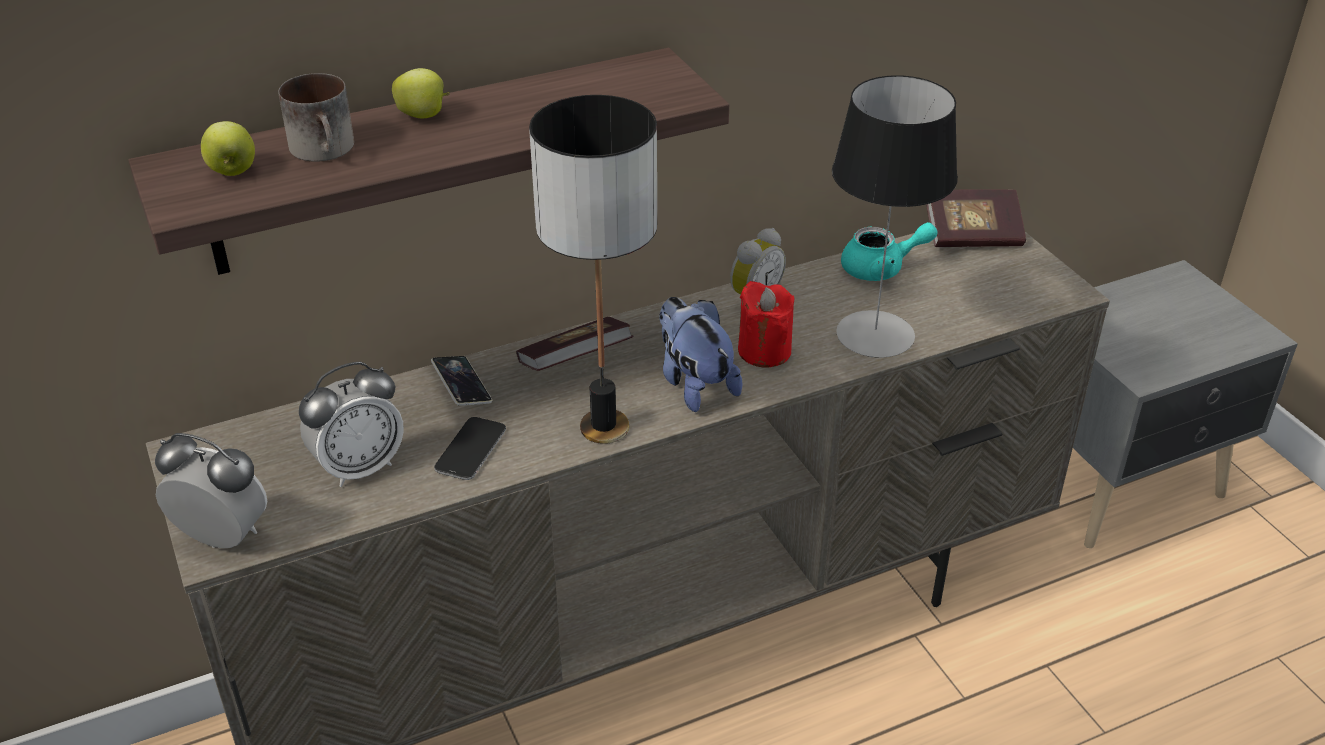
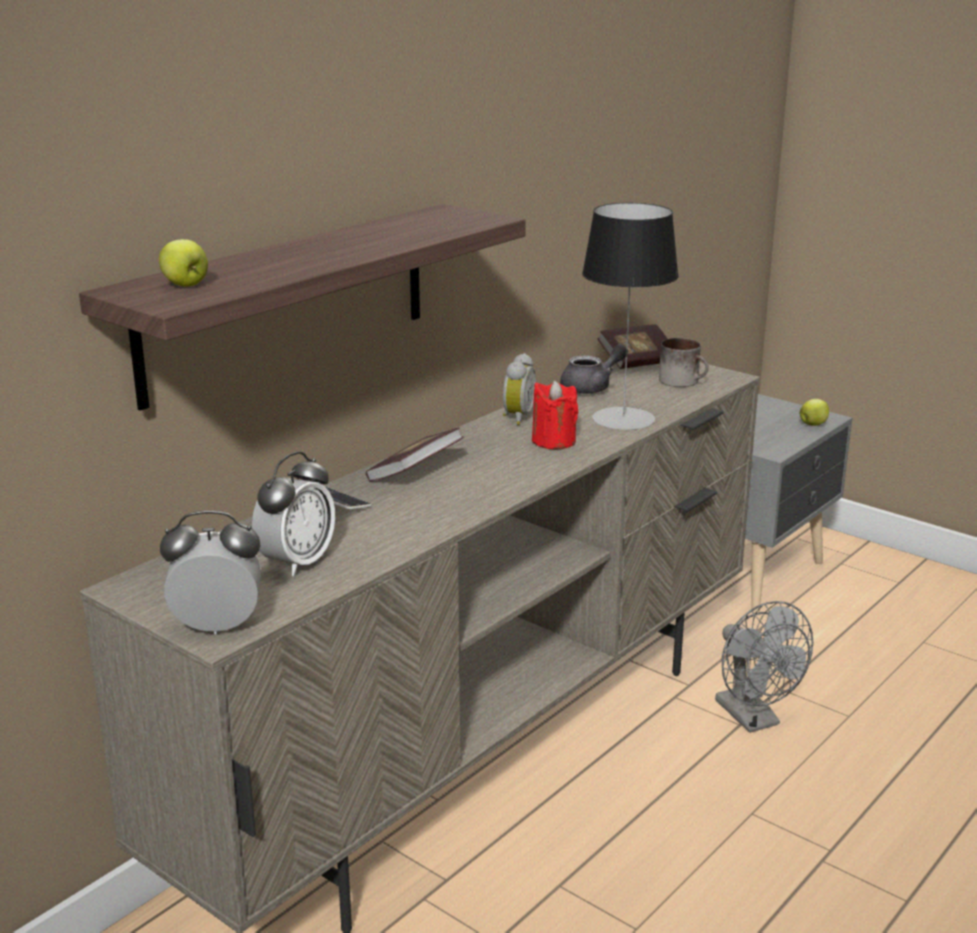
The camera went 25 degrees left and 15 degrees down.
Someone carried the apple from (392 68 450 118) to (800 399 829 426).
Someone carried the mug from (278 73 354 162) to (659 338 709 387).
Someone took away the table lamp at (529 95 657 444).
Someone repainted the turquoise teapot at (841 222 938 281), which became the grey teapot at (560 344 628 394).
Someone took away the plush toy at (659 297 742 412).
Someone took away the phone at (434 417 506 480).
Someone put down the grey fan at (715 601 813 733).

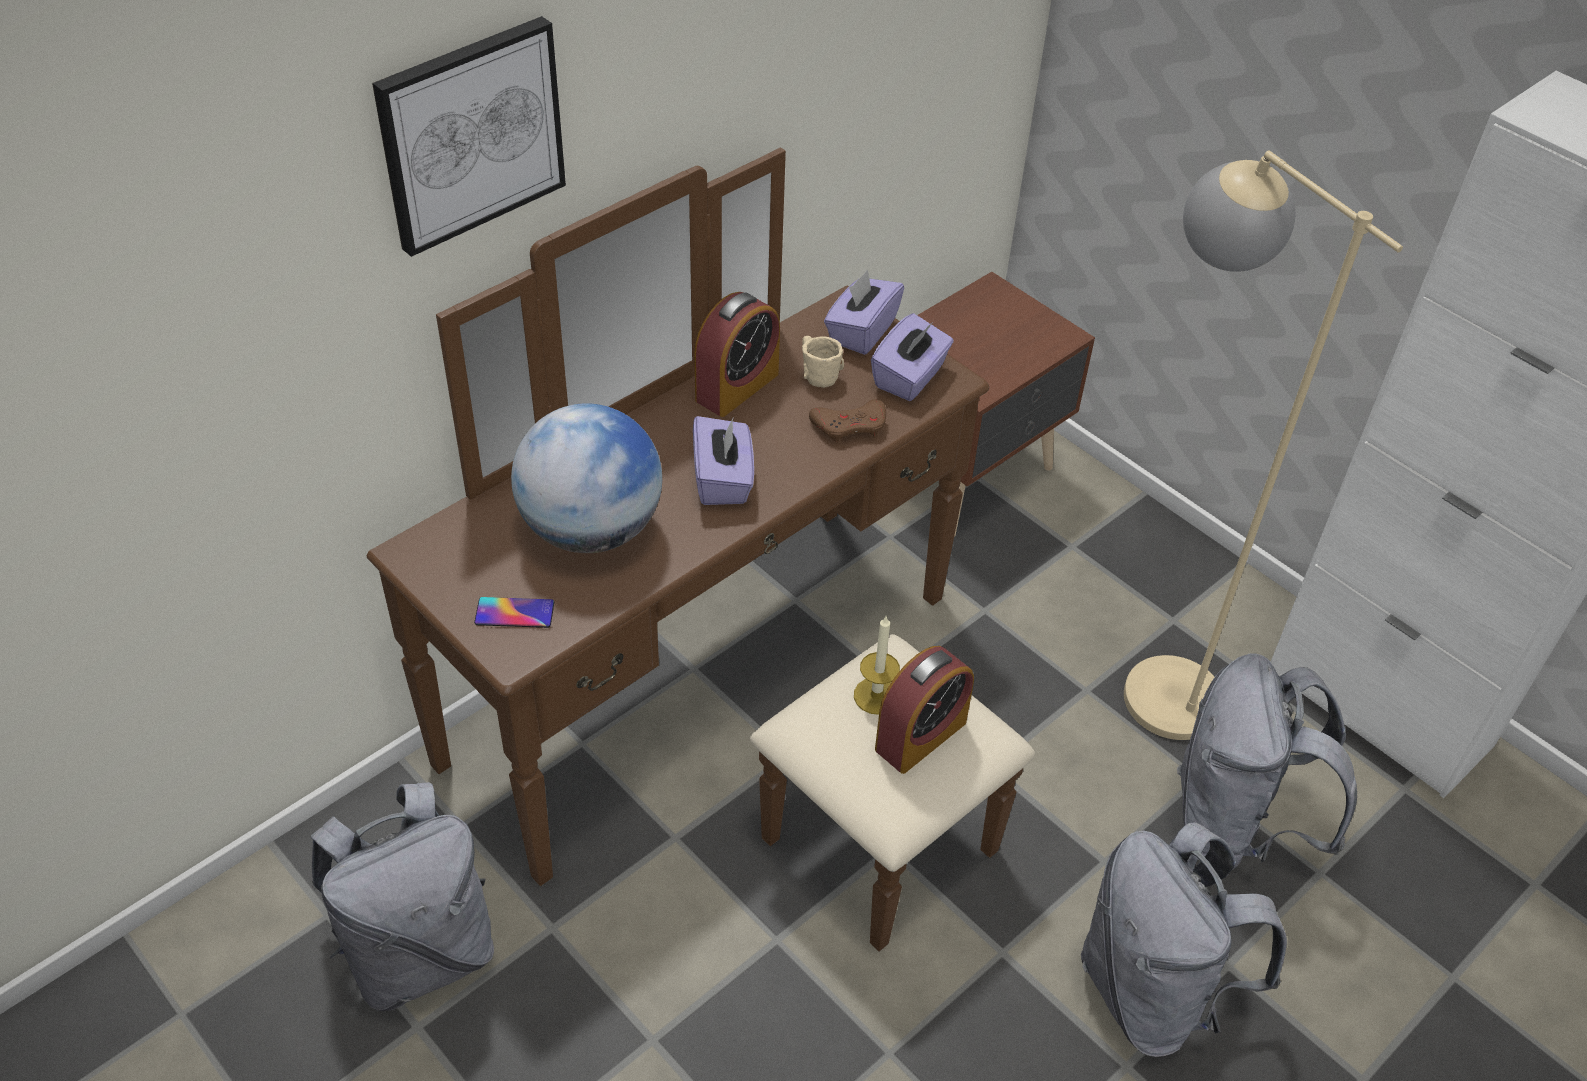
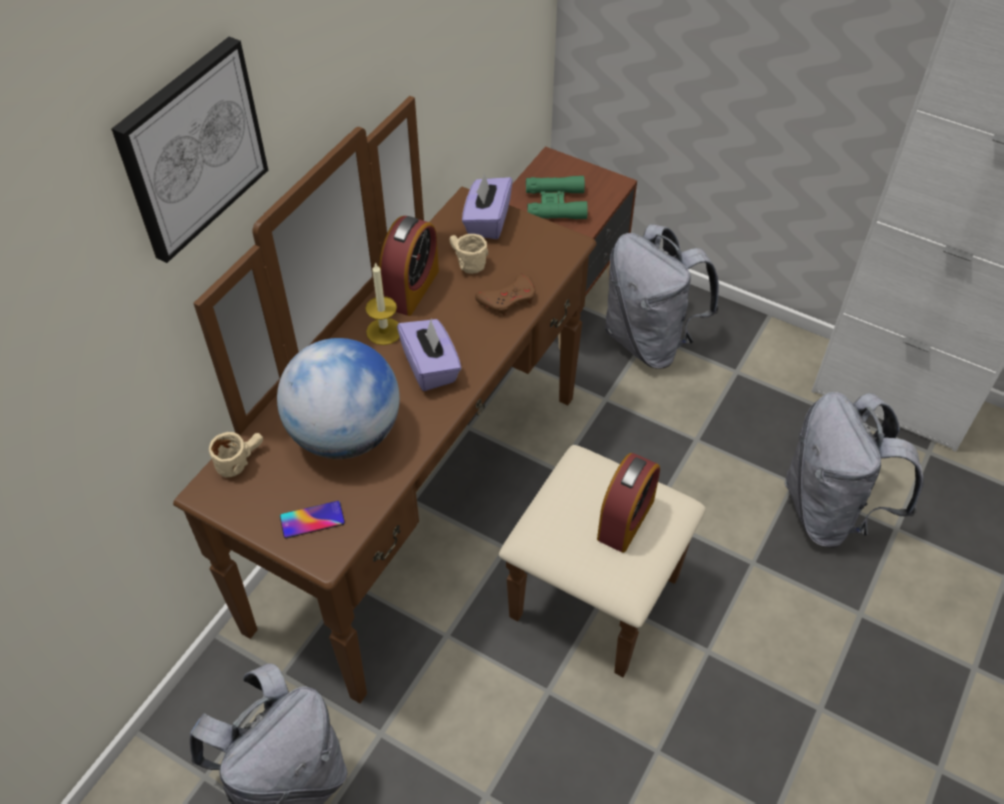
The camera went 15 degrees left and 5 degrees up.
Someone took away the beige floor lamp at (1124 150 1403 740).
Someone took away the purple tissue box at (871 313 954 401).
Someone carried the candle from (854 616 900 715) to (366 262 400 345).
Someone carried the grey backpack from (1081 822 1287 1057) to (605 224 719 369).
Someone put down the green binoculars at (526 176 588 219).
Someone put down the beige mug at (209 432 263 477).

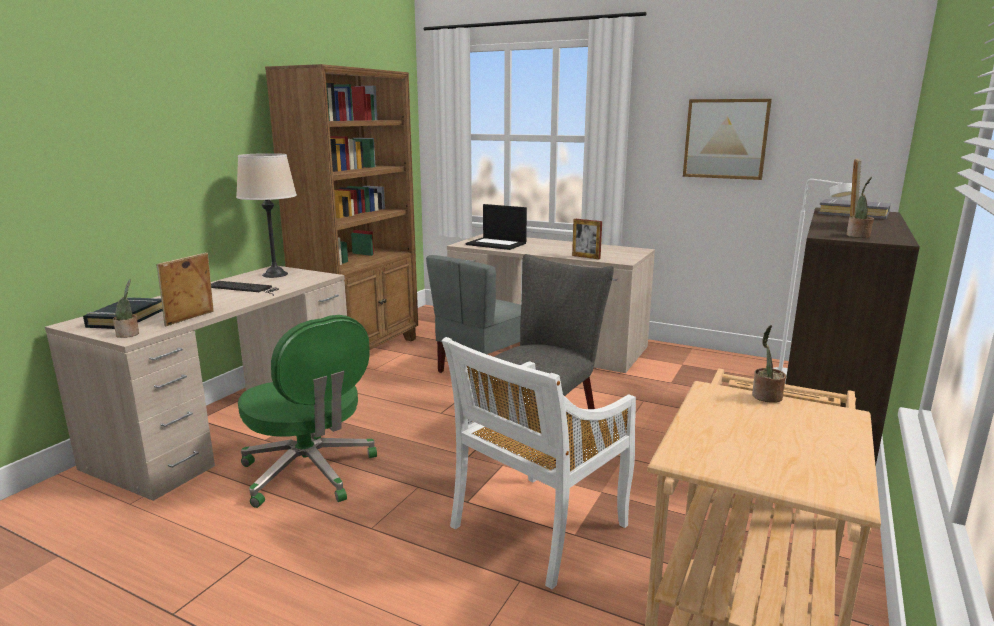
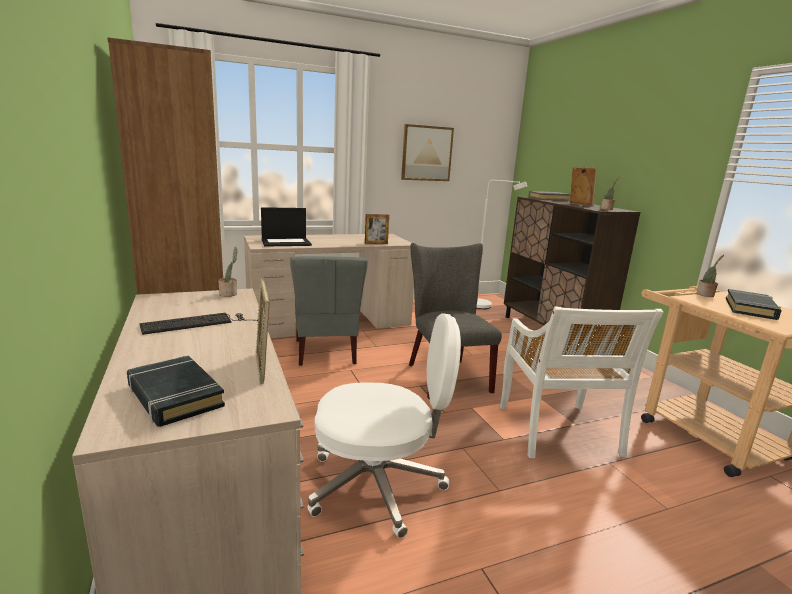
The camera went 50 degrees left and 0 degrees up.
Someone took away the beige table lamp at (236 153 297 278).
Someone carried the potted plant from (113 279 139 338) to (218 247 237 297).
Someone repainted the green office chair at (238 315 377 508), which became the white office chair at (308 313 461 538).
Someone put down the black book at (725 289 782 320).

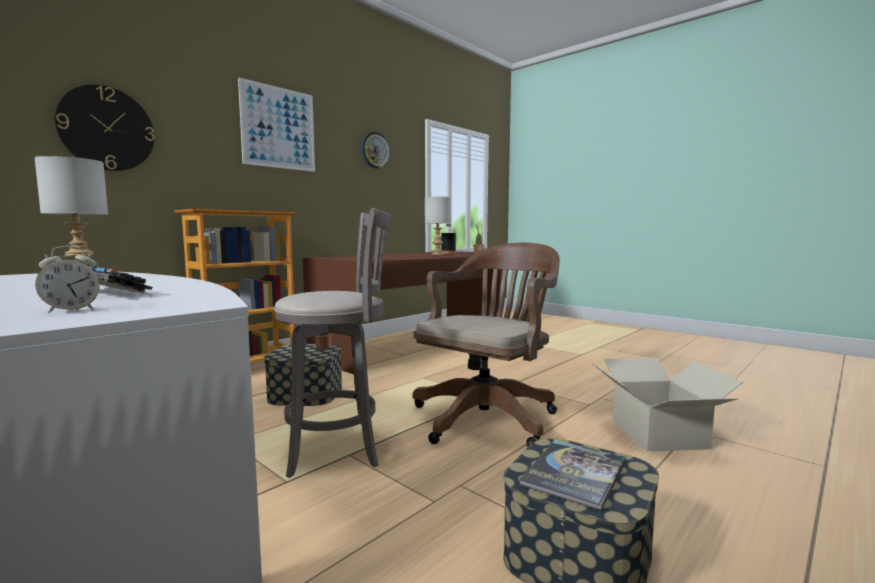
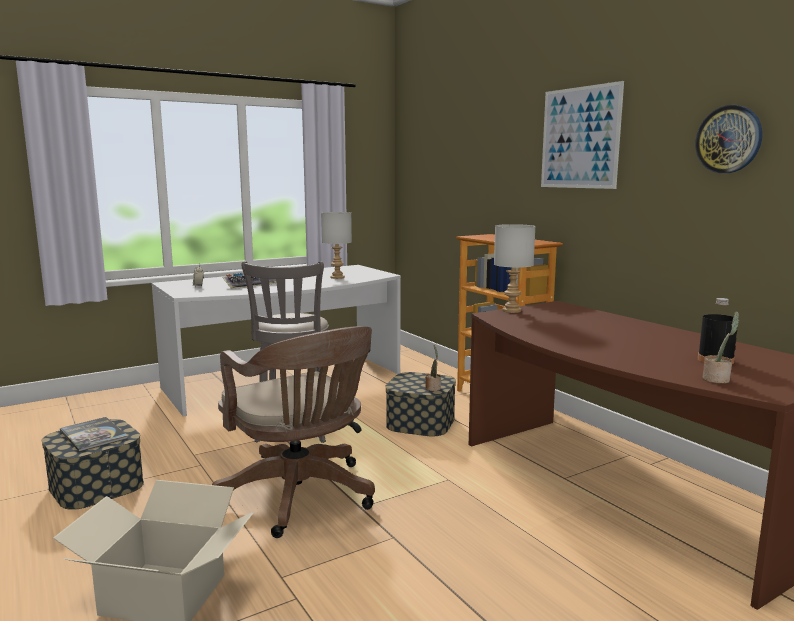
The camera went 105 degrees right and 5 degrees up.
Someone took away the wall clock at (55 85 155 171).
Someone carried the grey table lamp from (425 197 451 255) to (494 224 536 313).

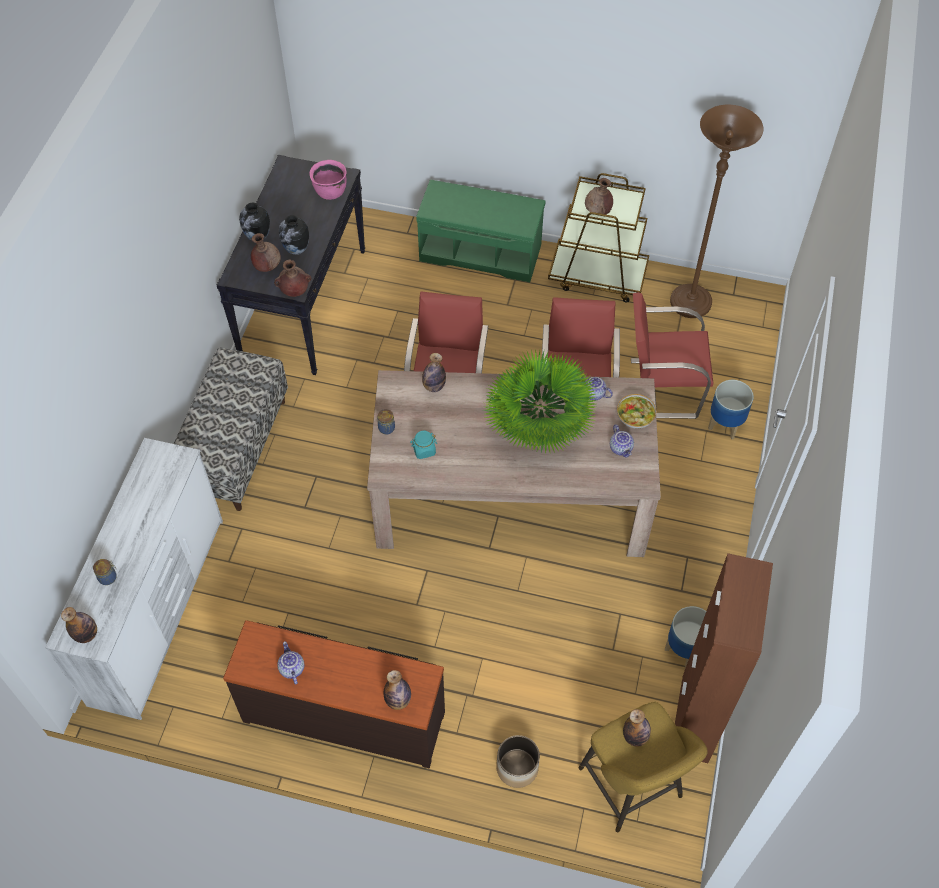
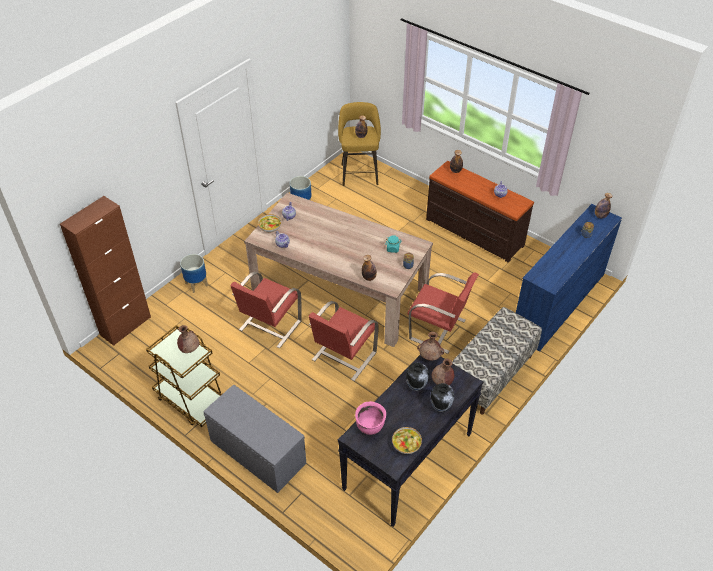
The camera went 155 degrees left and 10 degrees down.
Someone took away the brown floor lamp at (670 105 763 318).
Someone repainted the green bench at (416 180 545 282), which became the grey bench at (203 385 306 493).
Someone carried the red chair from (631 292 713 419) to (408 272 479 354).
Someone took away the potted plant at (483 348 597 453).
Someone repainted the white dresser at (45 438 223 720), which became the blue dresser at (516 204 622 351).
Someone carried the brown cabinet from (675 553 773 763) to (60 196 151 346).
Someone took away the planter at (496 735 540 788).
Someone put down the bowl at (392 427 422 454).

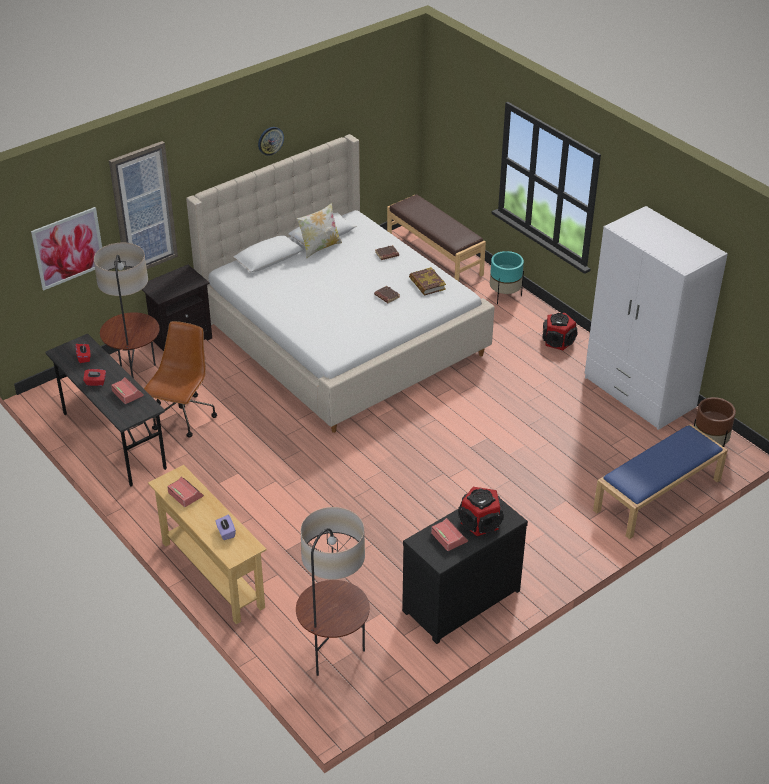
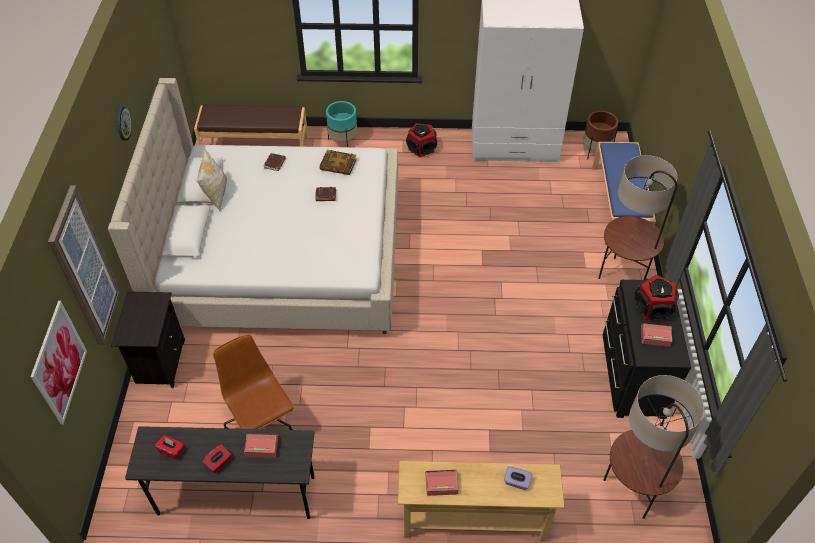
The camera went 50 degrees left and 10 degrees up.
Someone carried the floor lamp from (94 243 160 379) to (598 155 677 280).

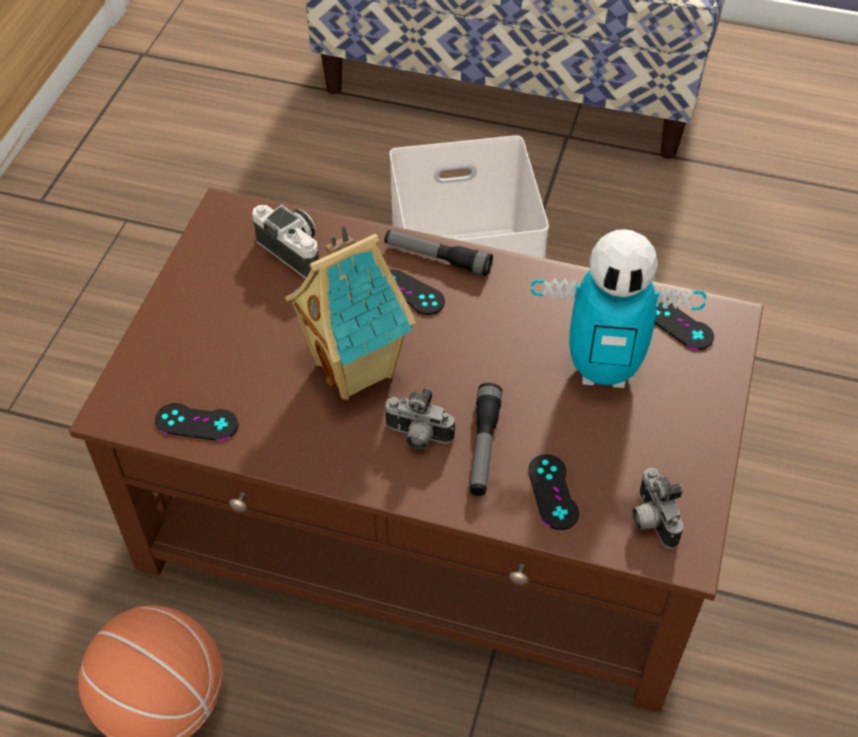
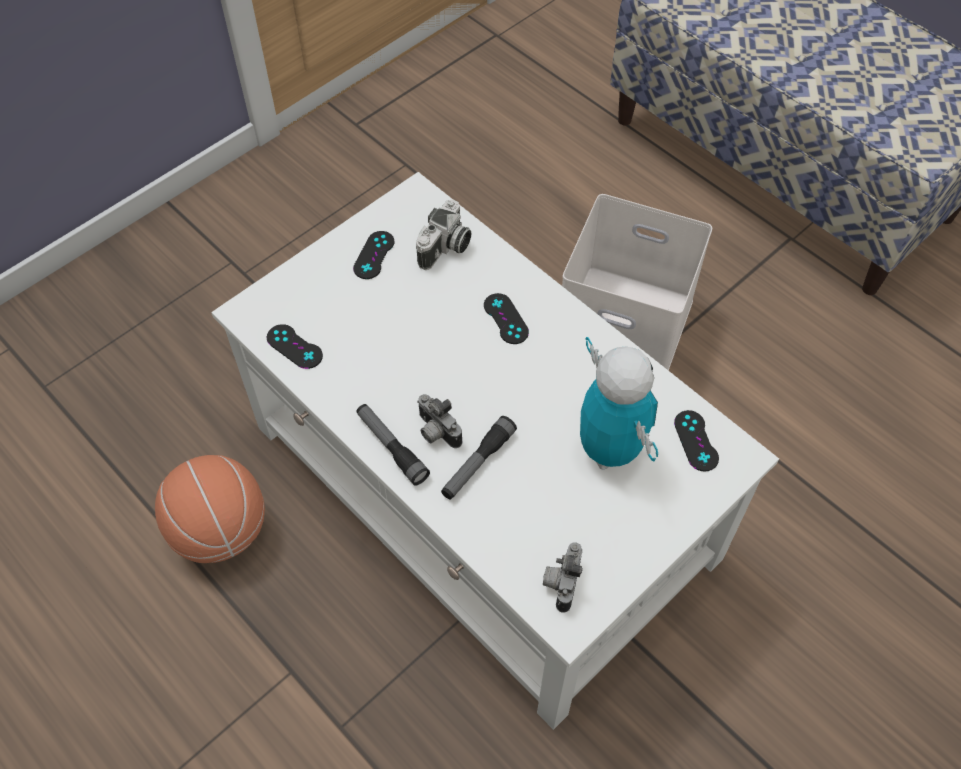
The camera went 30 degrees right and 5 degrees up.
Someone repainted the brown coffee table at (69 187 763 713), which became the white coffee table at (211 172 779 730).
Someone rotated the photo camera at (252 205 319 279) by 45 degrees clockwise.
Someone took away the toy house at (285 225 416 400).
Someone rotated the toy robot at (531 229 706 388) by 150 degrees counterclockwise.
Someone carried the flashlight from (384 230 493 276) to (357 404 430 486).
Someone carried the black game controller from (528 454 579 530) to (353 231 394 279).

